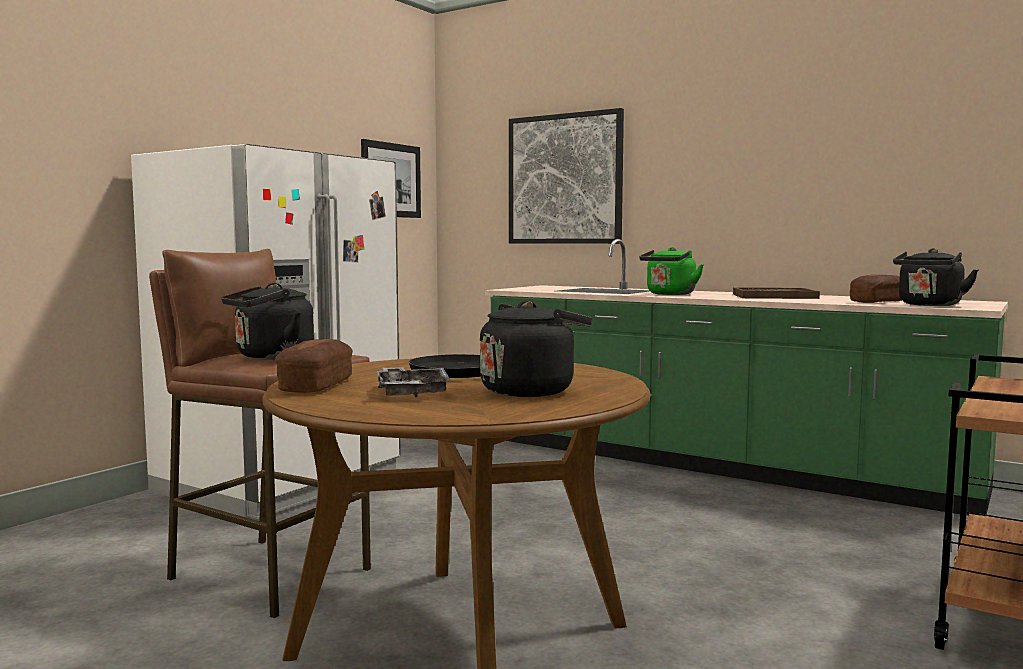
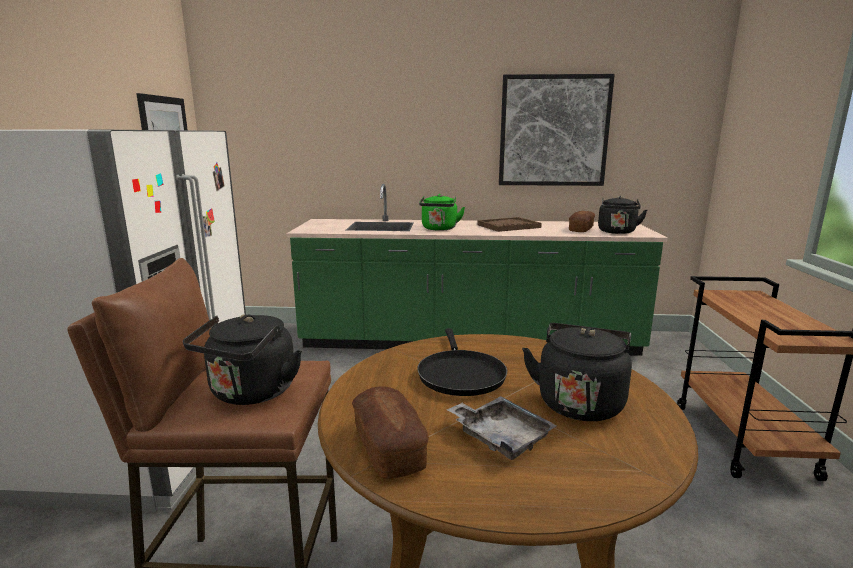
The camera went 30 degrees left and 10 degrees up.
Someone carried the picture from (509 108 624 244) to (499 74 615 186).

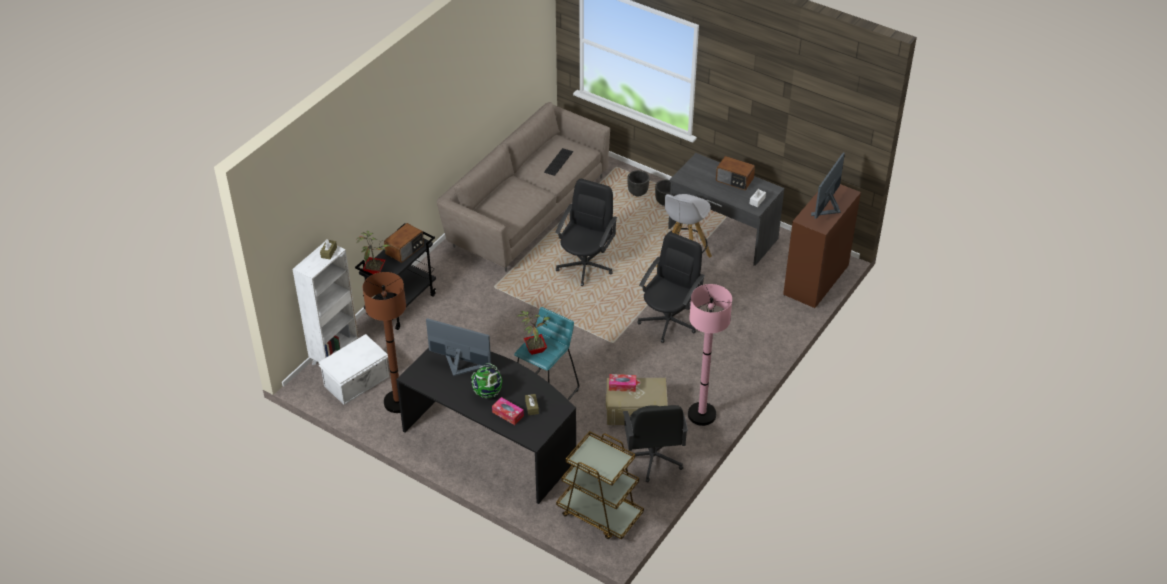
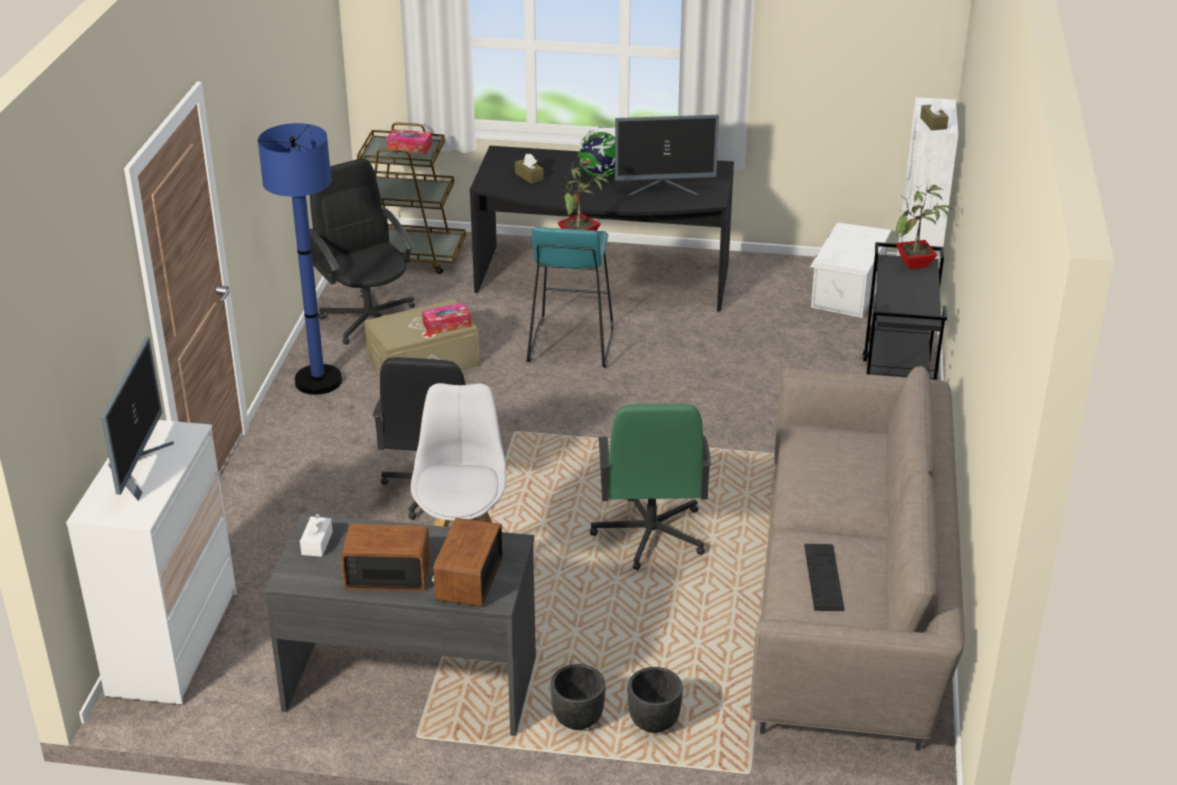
The camera went 155 degrees right and 10 degrees down.
Someone repainted the black office chair at (555 179 617 286), which became the green office chair at (590 404 712 570).
Someone repainted the brown dresser at (783 184 861 308), which became the white dresser at (66 420 237 705).
Someone carried the radio from (384 223 424 263) to (432 518 503 607).
Someone took away the brown floor lamp at (363 272 406 413).
Someone repainted the pink floor lamp at (688 284 732 426), which became the blue floor lamp at (258 123 342 395).
Someone carried the tissue box from (492 397 524 425) to (387 129 432 154).

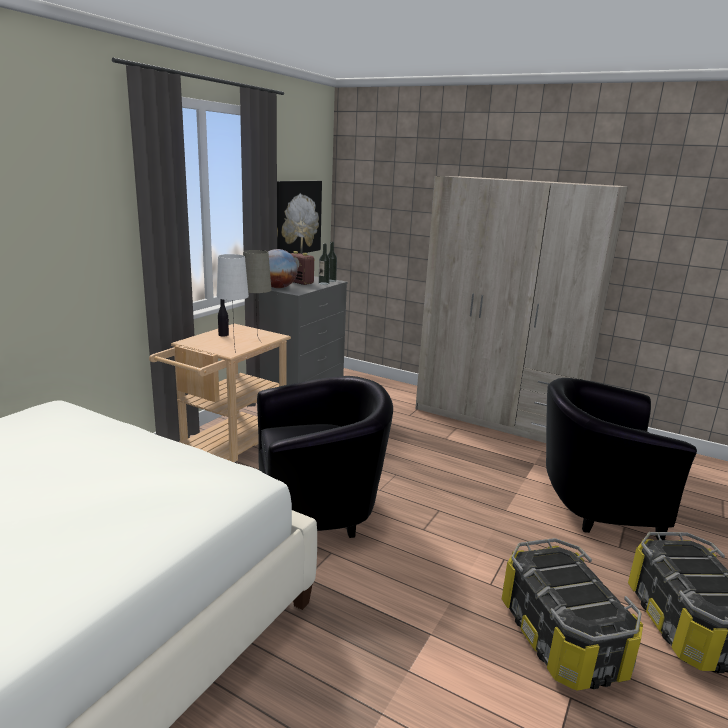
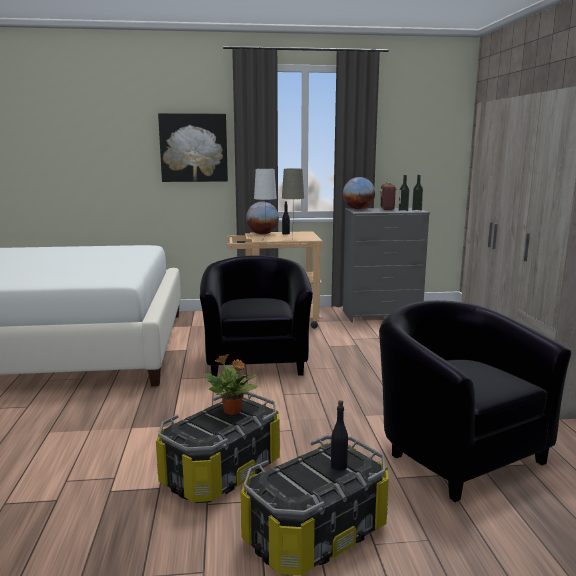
The camera went 55 degrees right and 5 degrees down.
Someone carried the picture from (277 181 322 254) to (158 113 228 182).
Someone rotated the black armchair at (257 376 393 538) by 135 degrees counterclockwise.
Someone put down the globe at (246 202 279 235).
Someone put down the potted plant at (205 354 258 415).
Someone put down the black bottle at (331 400 348 471).

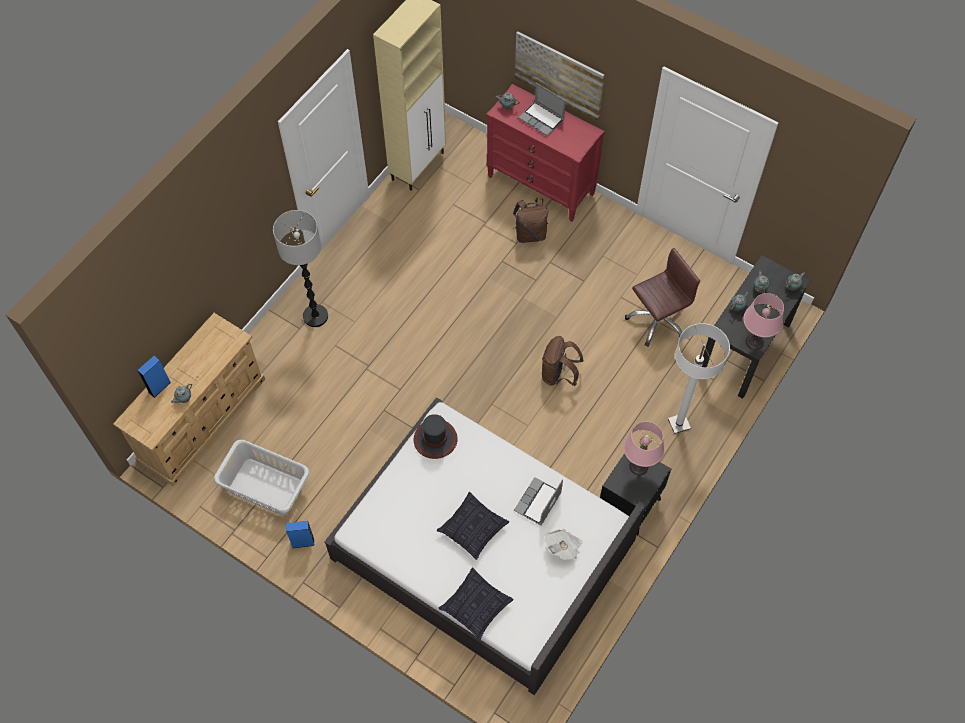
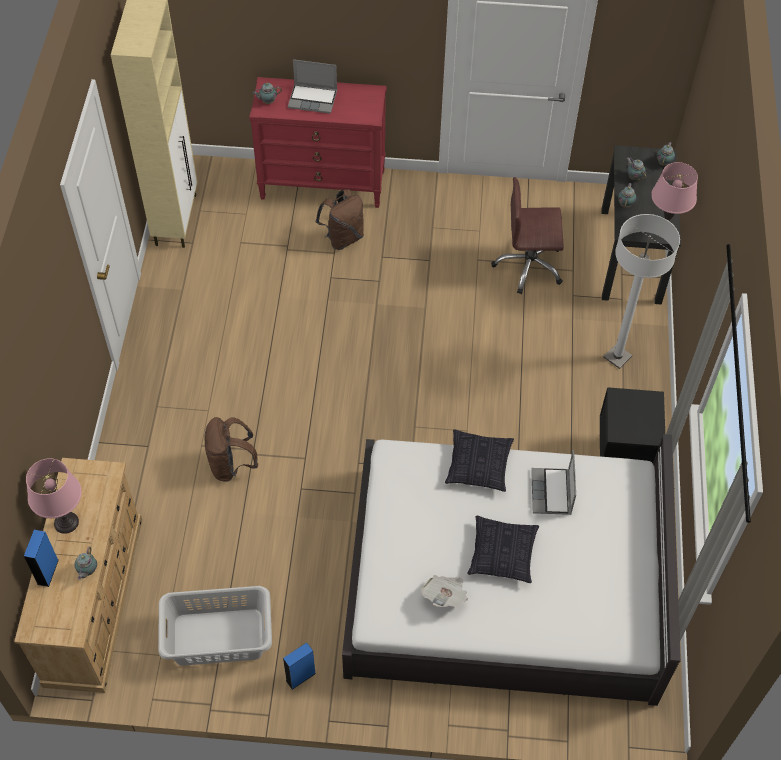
The camera went 30 degrees left and 5 degrees down.
Someone took away the picture at (515 31 605 120).
Someone took away the floor lamp at (273 210 328 327).
Someone rotated the brown office chair at (625 247 700 347) by 120 degrees counterclockwise.
Someone carried the brown backpack from (542 336 583 386) to (204 417 259 482).
Someone took away the hat at (414 414 457 459).
Someone carried the pink table lamp from (623 422 664 475) to (26 458 82 534).
Someone carried the newspaper from (544 529 583 560) to (421 575 468 607).
Someone carried the pillow from (438 567 514 640) to (445 429 514 492).

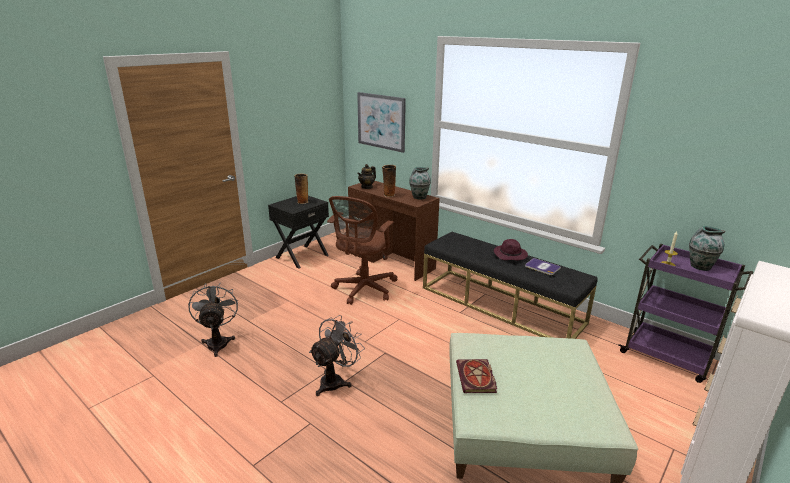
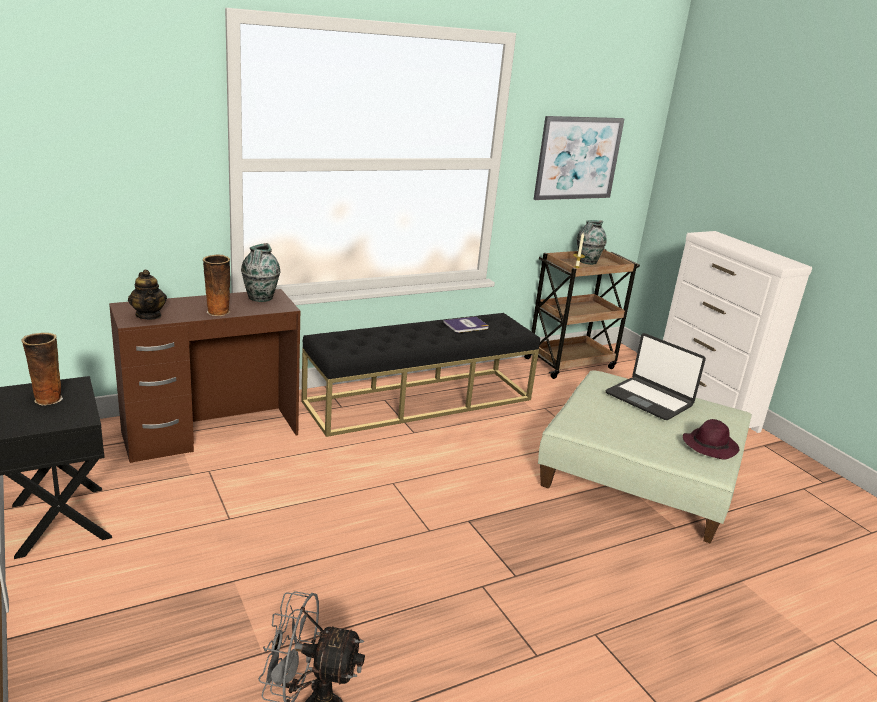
The camera went 70 degrees left and 0 degrees up.
Someone carried the picture from (357 92 406 153) to (534 116 624 200).
Someone took away the brown office chair at (327 196 398 305).
Someone carried the purple hat from (494 239 528 260) to (683 419 739 460).
Someone repainted the purple cart at (618 244 753 383), which became the brown cart at (524 249 640 379).
Someone took away the grey fan at (309 315 365 396).
Someone took away the book at (456 359 497 393).
Someone put down the laptop at (606 333 706 420).

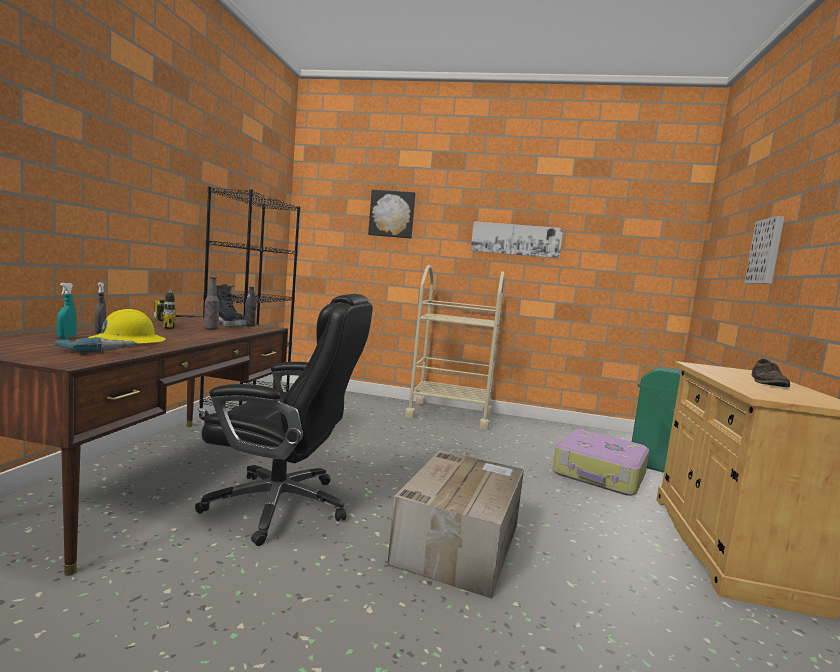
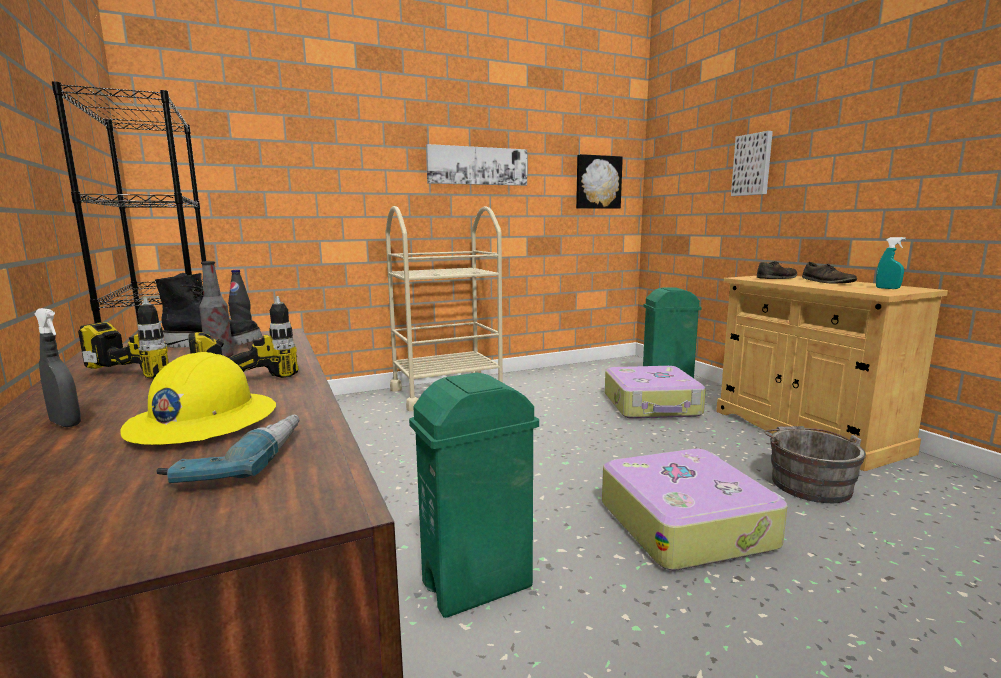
The camera went 35 degrees left and 5 degrees up.
Someone carried the picture from (368 190 416 239) to (576 154 623 209).
Someone carried the turquoise spray bottle from (57 283 77 338) to (876 237 906 289).
Someone swapped the black office chair at (195 294 373 546) for the green trash can at (409 373 539 618).
Someone swapped the cardboard box at (387 450 524 599) for the suitcase at (602 449 788 571).
Someone put down the brown shoe at (757 261 797 279).
Someone put down the power drill at (188 296 299 378).
Someone put down the grey bucket at (764 426 866 503).

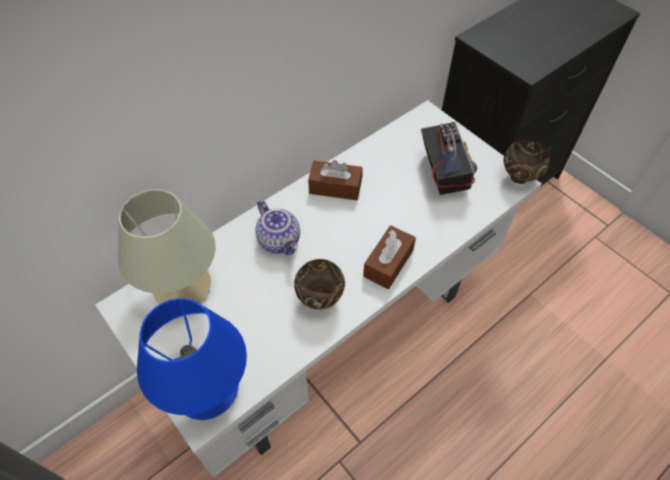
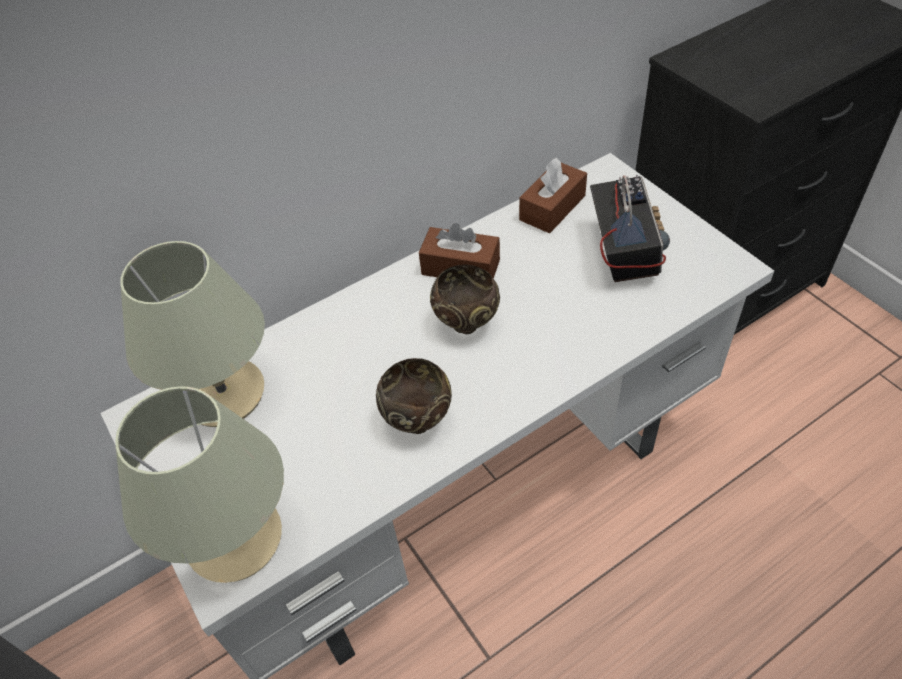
The camera went 10 degrees right and 5 degrees down.
Someone carried the brown bowl from (503 139 550 184) to (430 265 500 334).
Someone took away the teapot at (255 200 300 255).
Someone carried the brown tissue box from (363 226 416 289) to (519 158 587 233).
Someone repainted the blue table lamp at (137 298 247 420), which became the beige table lamp at (115 386 284 583).

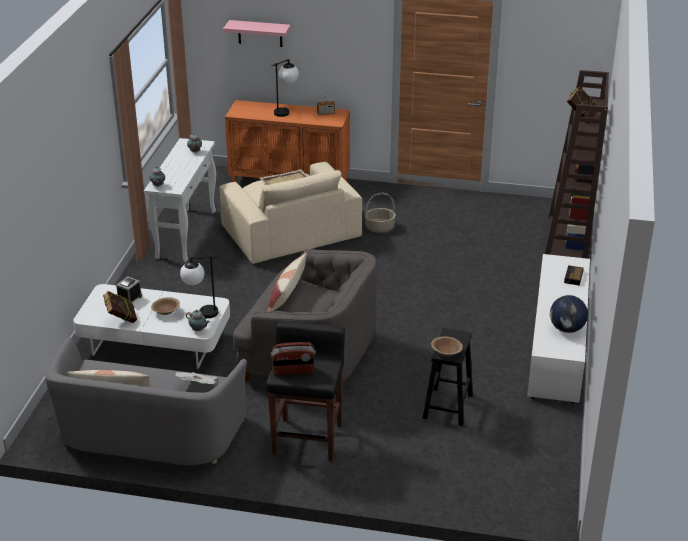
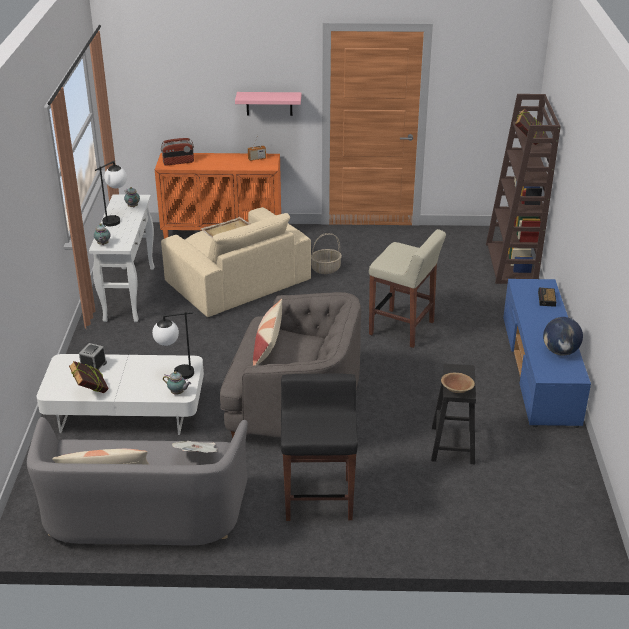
The camera went 10 degrees left and 0 degrees up.
Someone carried the pink shelf from (223 20 291 47) to (235 92 301 116).
Someone carried the table lamp from (272 59 299 117) to (95 161 127 226).
Someone repainted the white tv stand at (527 254 590 404), which became the blue tv stand at (503 279 591 428).
Someone took away the brown bowl at (151 297 180 315).
Someone carried the radio from (271 342 316 375) to (161 138 194 166).
Someone put down the beige stool at (369 229 446 348).

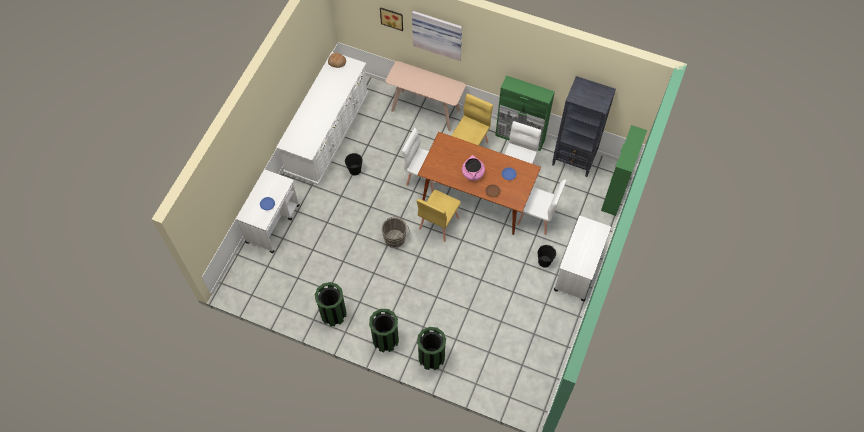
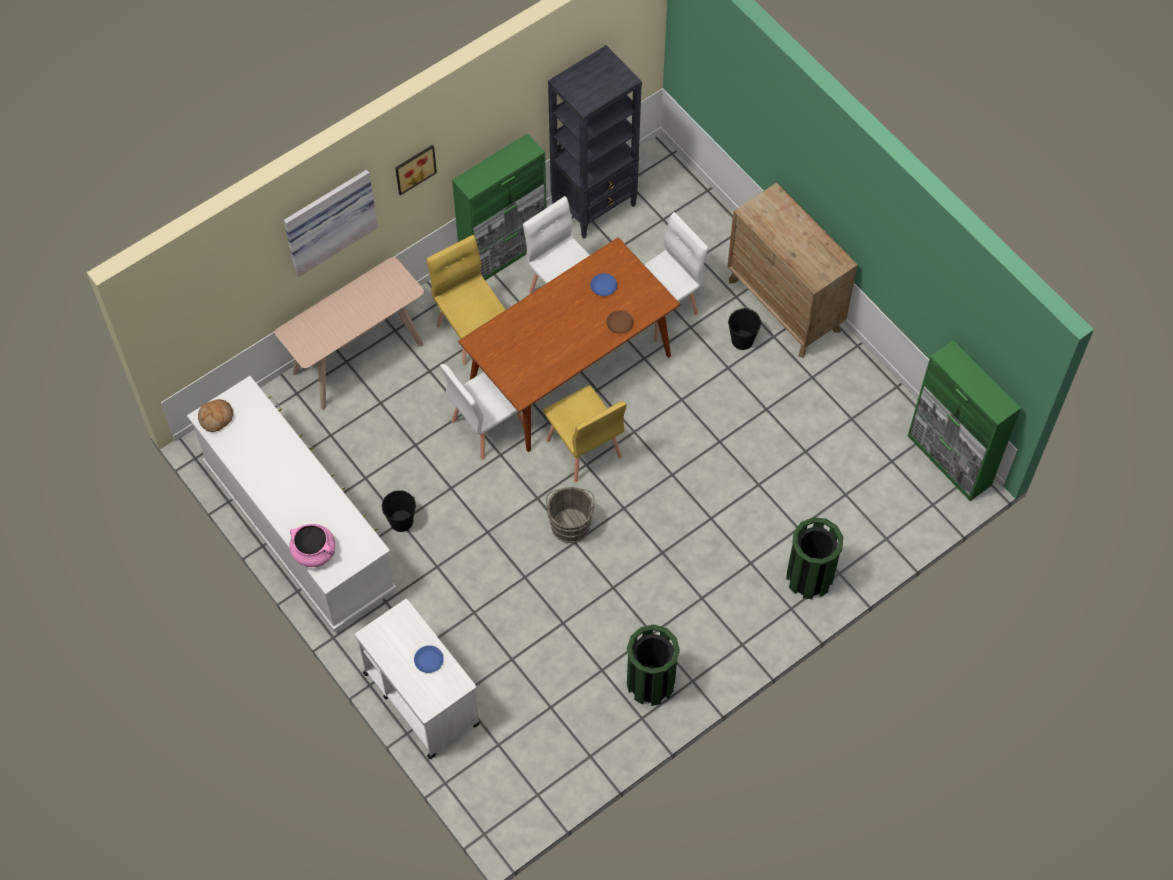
The camera went 60 degrees left and 0 degrees up.
Someone carried the picture from (380 7 403 31) to (395 145 437 195).
Someone carried the green cabinet from (601 125 647 216) to (908 340 1021 501).
Someone carried the pink cooking pot from (462 155 485 181) to (289 524 335 567).
Someone swapped the white cart at (554 216 611 301) for the brown dresser at (727 183 858 358).
Someone took away the green trash can at (369 309 399 352).

